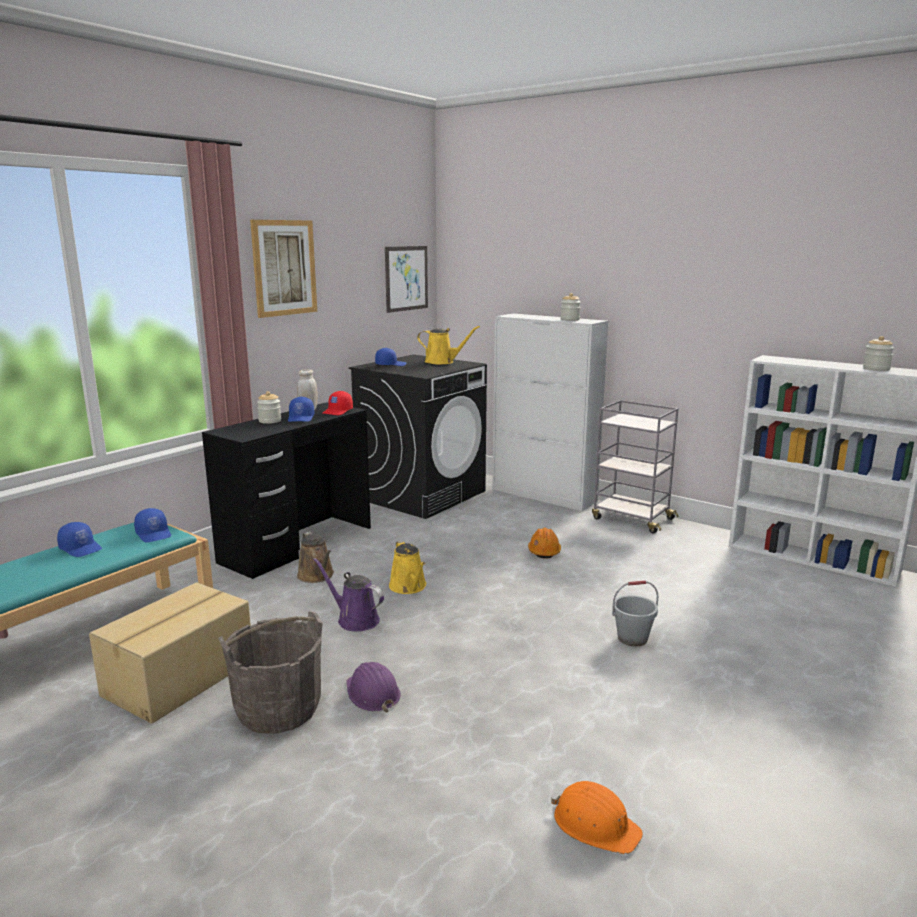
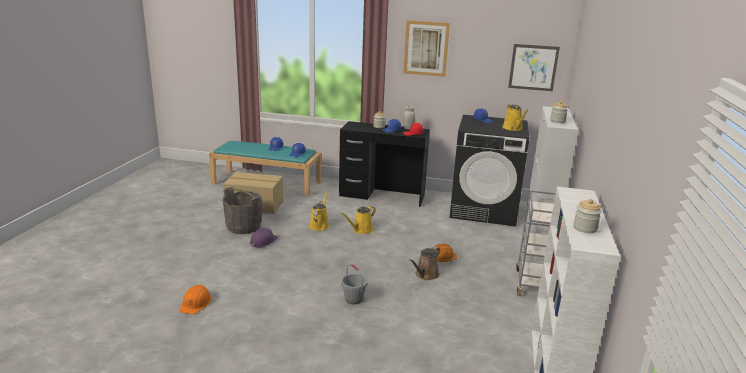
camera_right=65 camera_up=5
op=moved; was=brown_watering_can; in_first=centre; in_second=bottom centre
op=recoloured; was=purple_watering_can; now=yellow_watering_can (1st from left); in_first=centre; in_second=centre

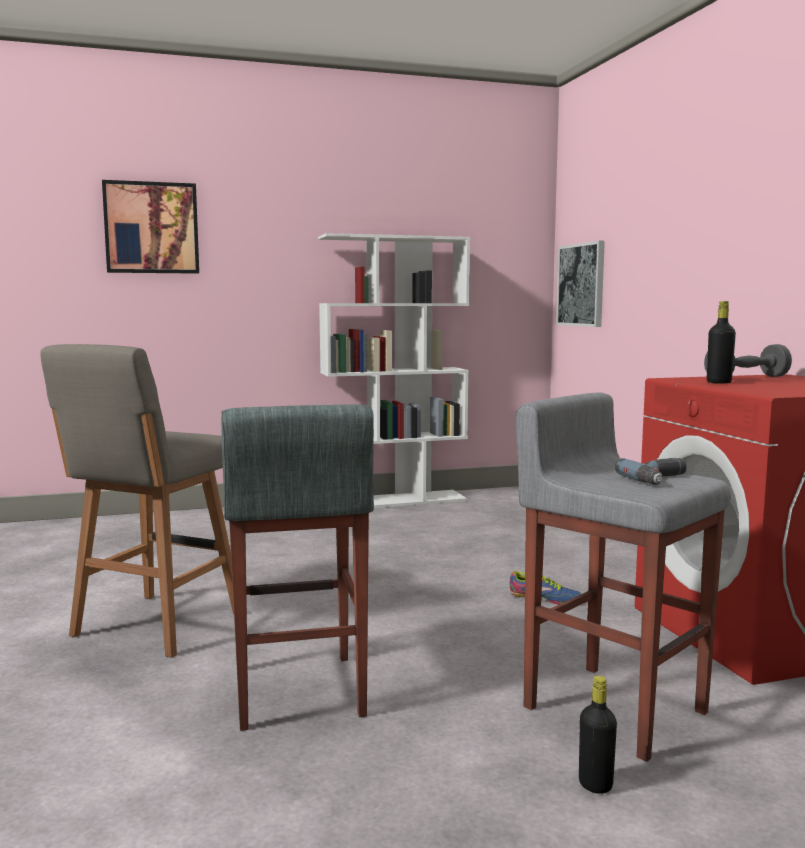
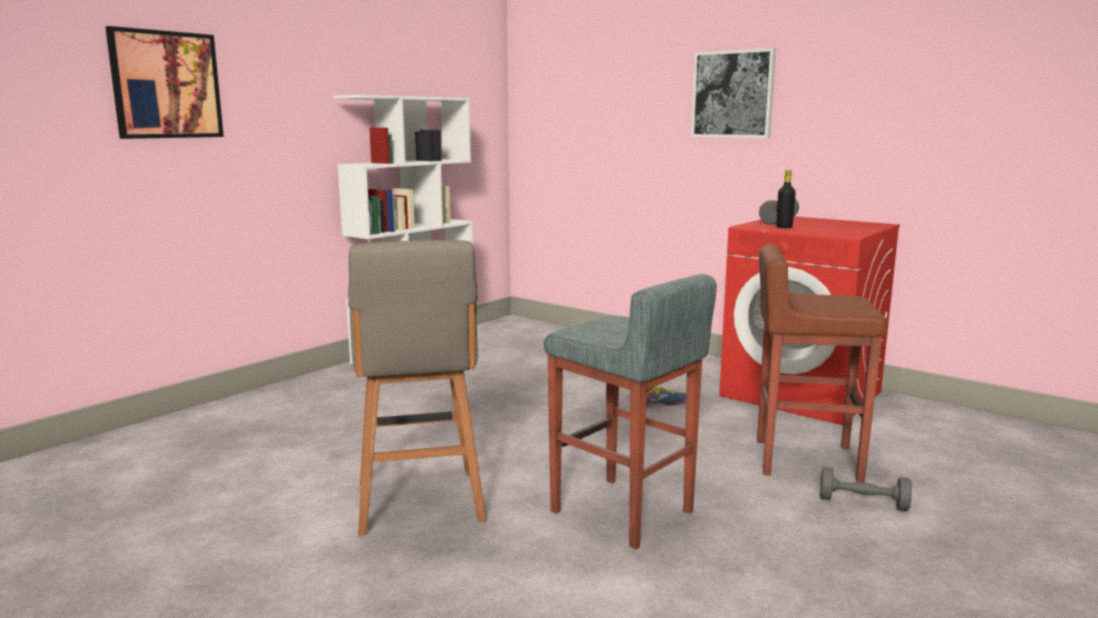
camera_right=-35 camera_up=5
op=moved; was=picture (2nd from left); in_first=middle right; in_second=top right
op=recoloured; was=grey_stool (3rd from left); now=brown_stool; in_first=bottom right; in_second=middle right
op=removed; was=power_drill; in_first=middle right
op=replaced; was=black_bottle (1st from left); now=grey_dumbbell (2nd from left); in_first=bottom right; in_second=bottom right

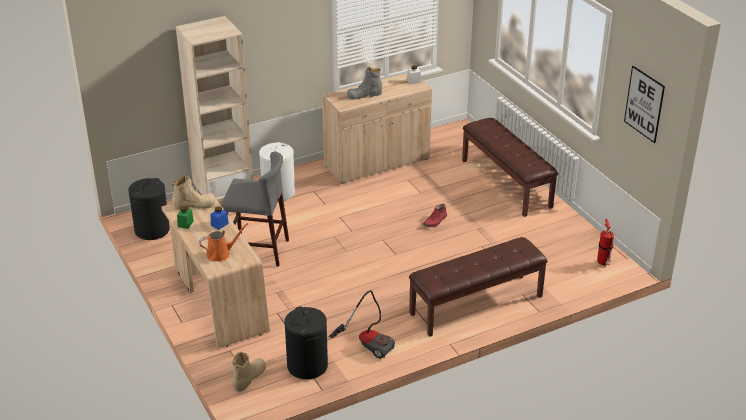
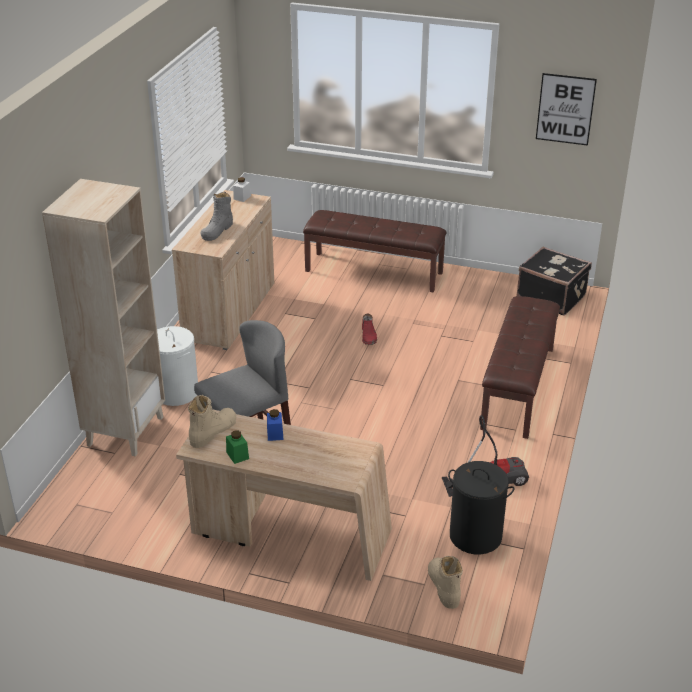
camera_right=-45 camera_up=0
op=removed; was=black_laundry_basket (1st from left); in_first=middle left
op=replaced; was=fire_extinguisher; now=black_suitcase; in_first=middle right; in_second=middle right
op=removed; was=orange_watering_can; in_first=middle left

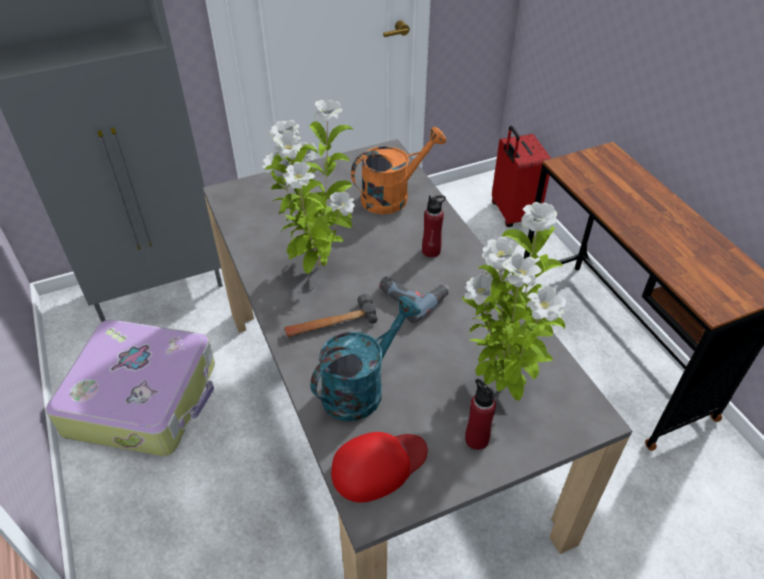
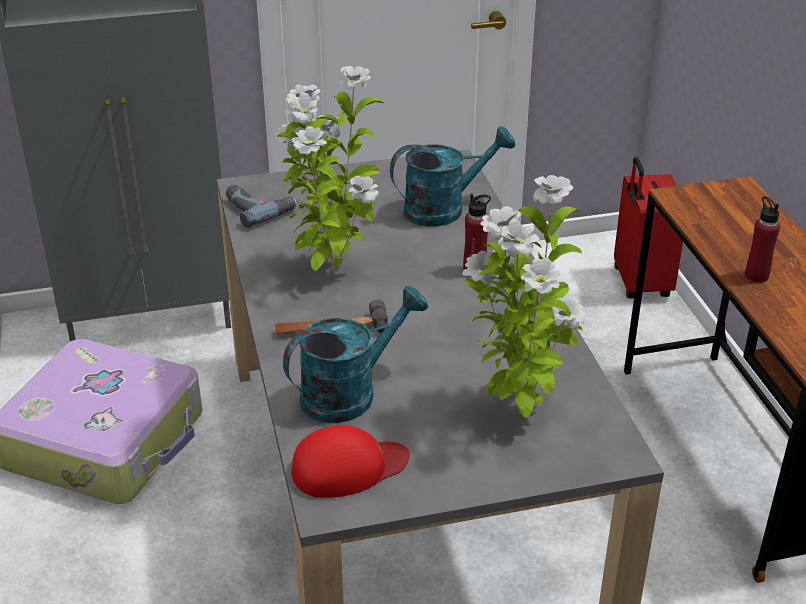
camera_right=10 camera_up=-10
op=recoloured; was=orange_watering_can; now=turquoise_watering_can (2nd from left); in_first=top centre; in_second=top centre
op=moved; was=power_drill; in_first=centre; in_second=middle left
op=moved; was=red_bottle (2nd from left); in_first=bottom centre; in_second=middle right

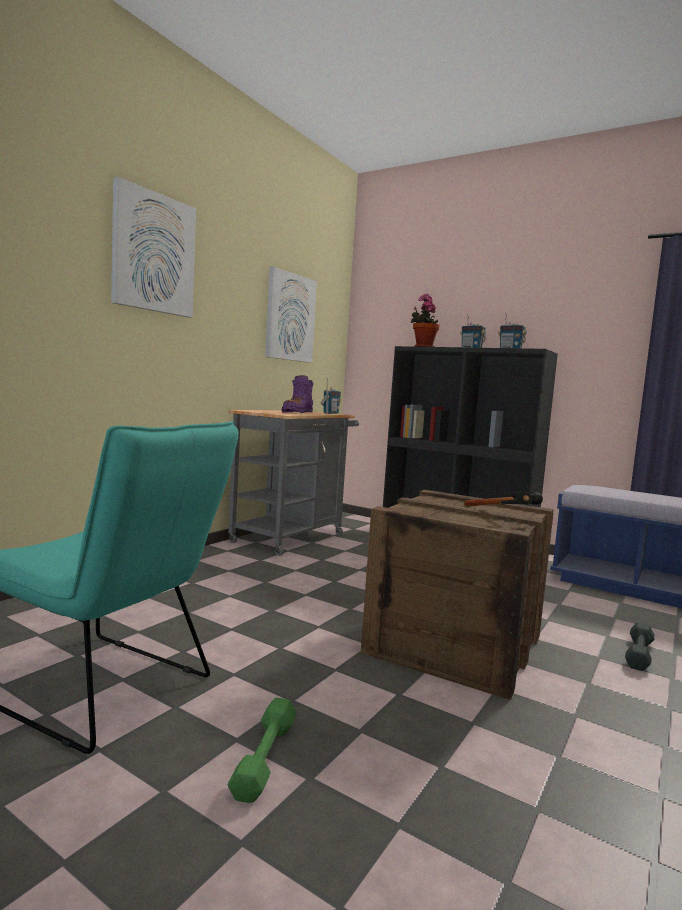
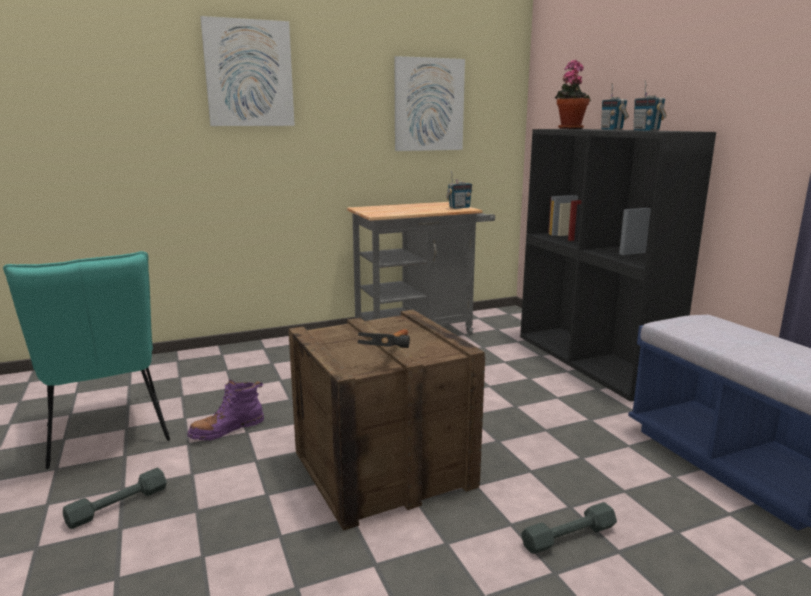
camera_right=35 camera_up=10
op=moved; was=purple_boot; in_first=centre; in_second=bottom left
op=recoloured; was=green_dumbbell; now=grey_dumbbell (1st from left); in_first=bottom centre; in_second=bottom left

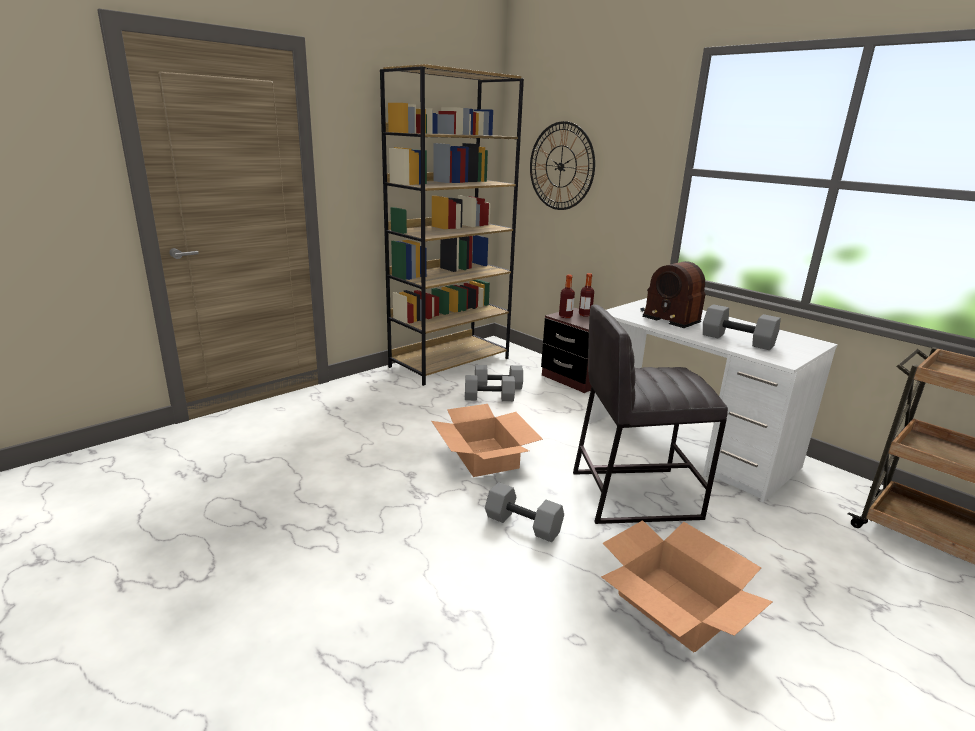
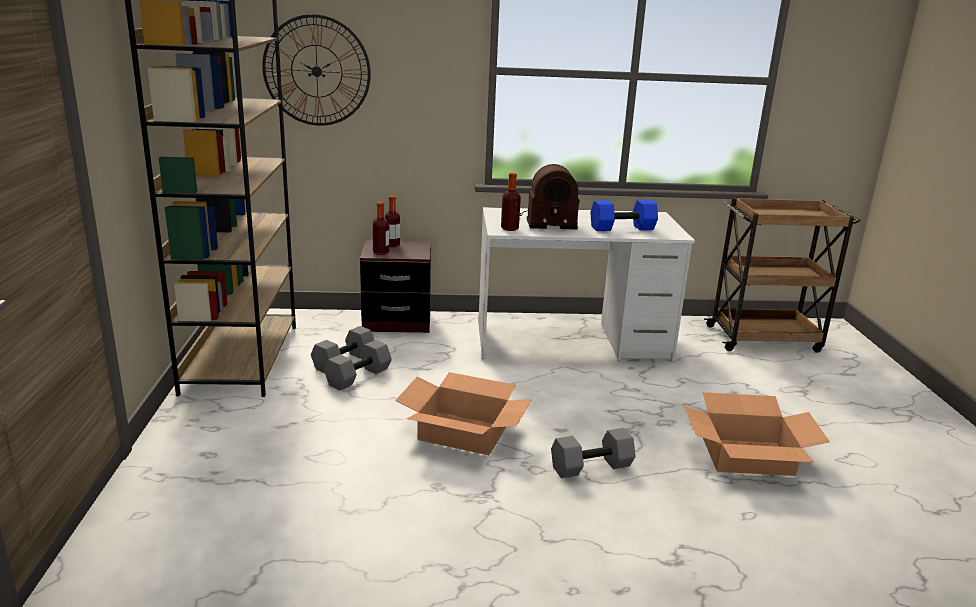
camera_right=-50 camera_up=0
op=recoloured; was=grey_dumbbell (4th from left); now=blue_dumbbell; in_first=middle right; in_second=centre
op=removed; was=grey_stool; in_first=middle right
op=added; now=bottle (3rd from left); in_second=top centre

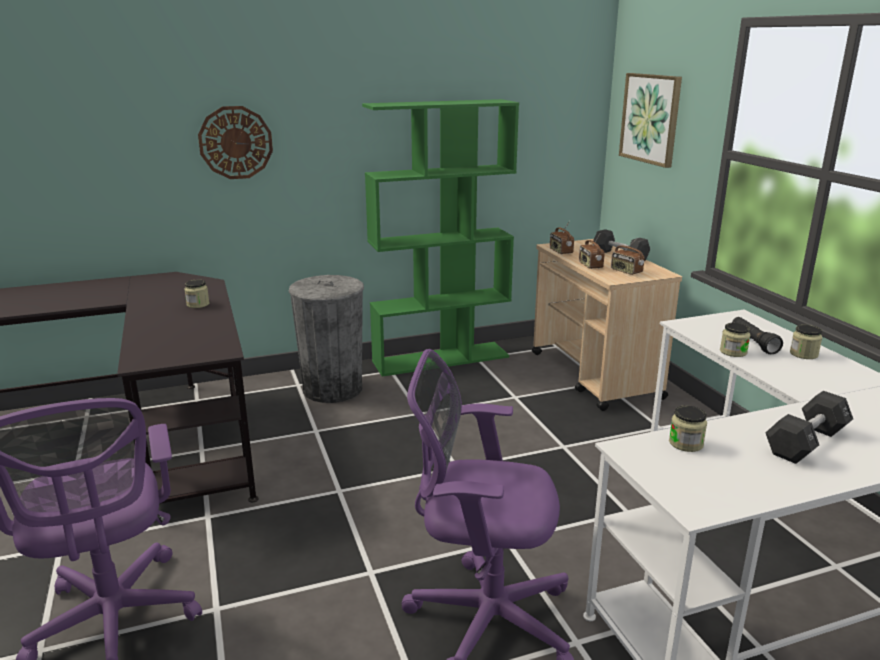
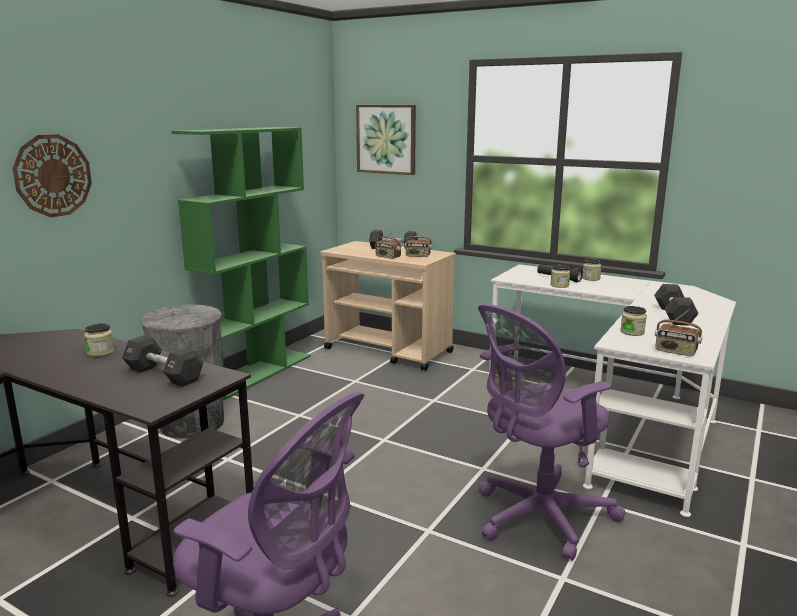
camera_right=-40 camera_up=-5
op=moved; was=radio (1st from left in the first image); now=radio (3rd from left); in_first=centre; in_second=middle right
op=added; now=black_dumbbell (1st from left); in_second=middle left

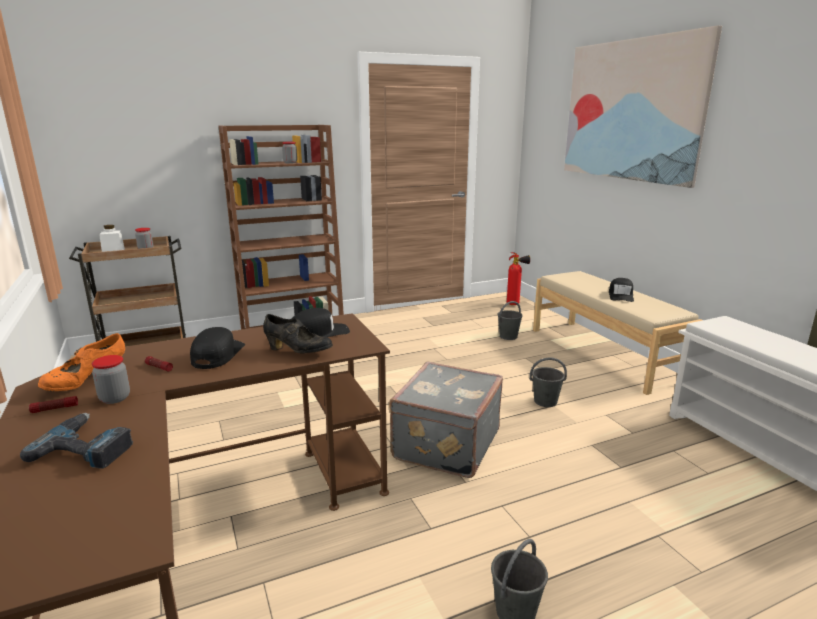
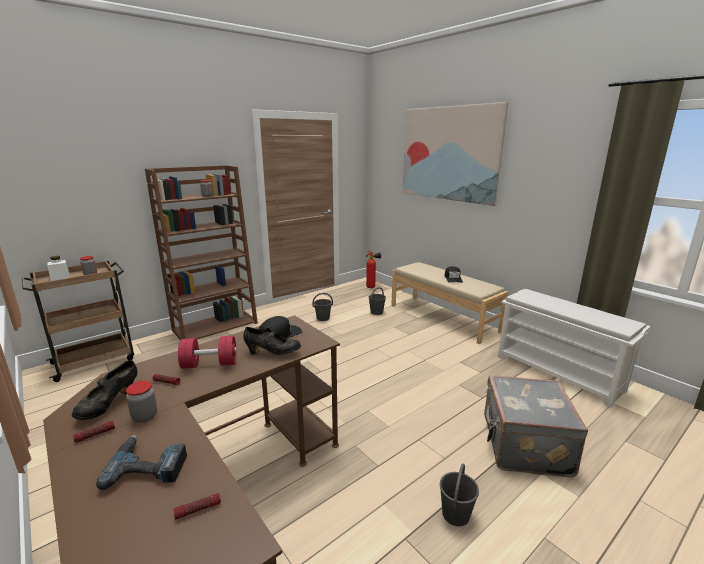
camera_right=-15 camera_up=0
op=replaced; was=black_cap (1st from left); now=red_dumbbell; in_first=middle left; in_second=middle left
op=recoloured; was=orange_shoe; now=black_shoe (1st from left); in_first=middle left; in_second=bottom left
op=moved; was=grey_bucket (3rd from left in the first image); now=grey_bucket (1st from left); in_first=middle right; in_second=centre
op=moved; was=grey_suitcase; in_first=bottom centre; in_second=bottom right
op=added; now=flashlight (3rd from left); in_second=bottom left

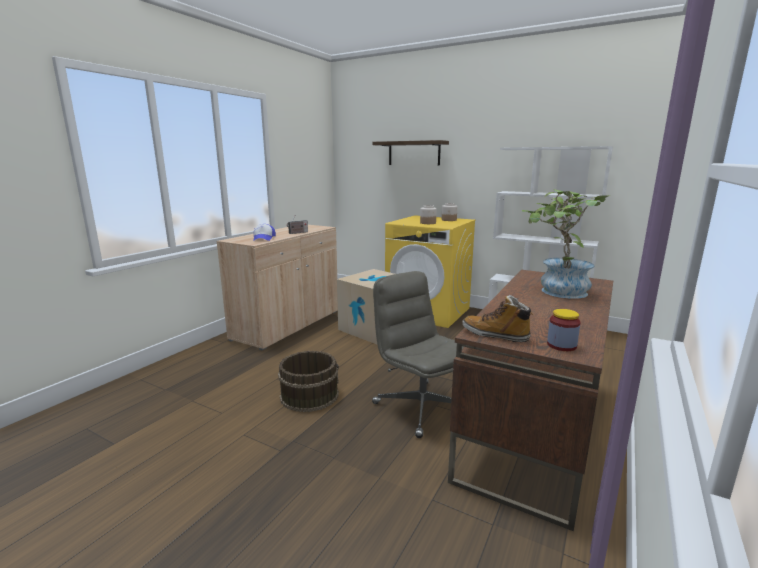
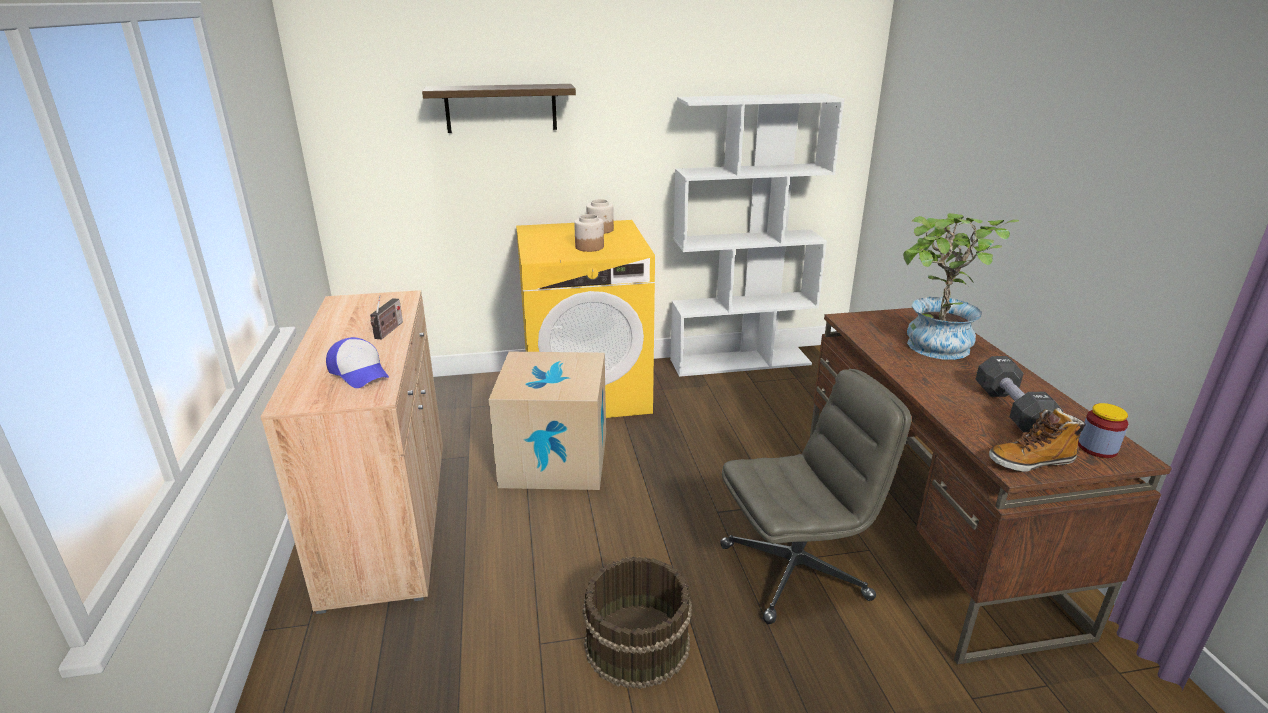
camera_right=-40 camera_up=10
op=turned; was=grey_office_chair; in_first=centre; in_second=bottom centre; clockwise=150
op=added; now=black_dumbbell; in_second=middle right

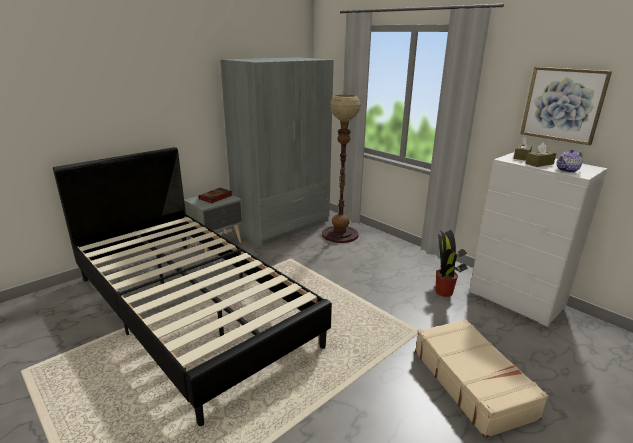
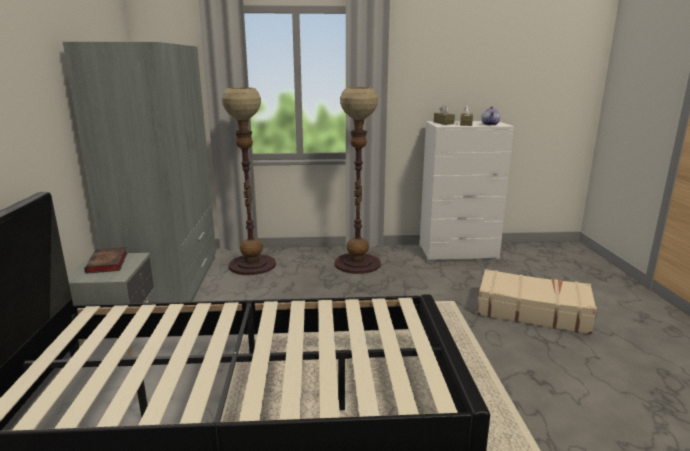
camera_right=-50 camera_up=-5
op=removed; was=picture; in_first=top right
op=removed; was=potted_plant; in_first=middle right
op=added; now=floor_lamp (2nd from left); in_second=centre

